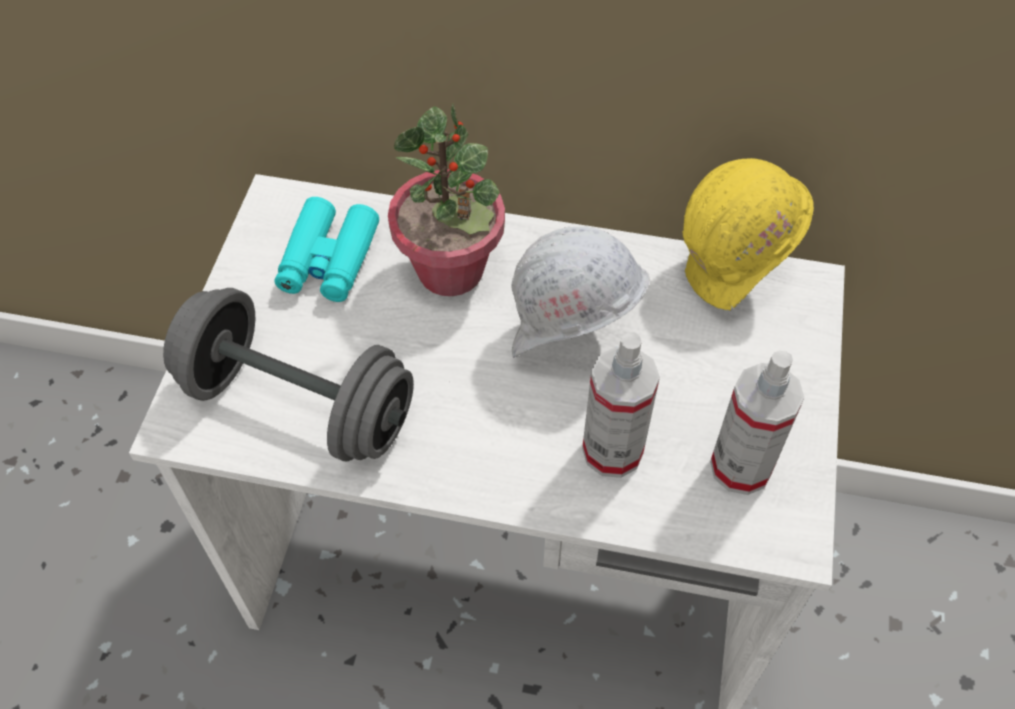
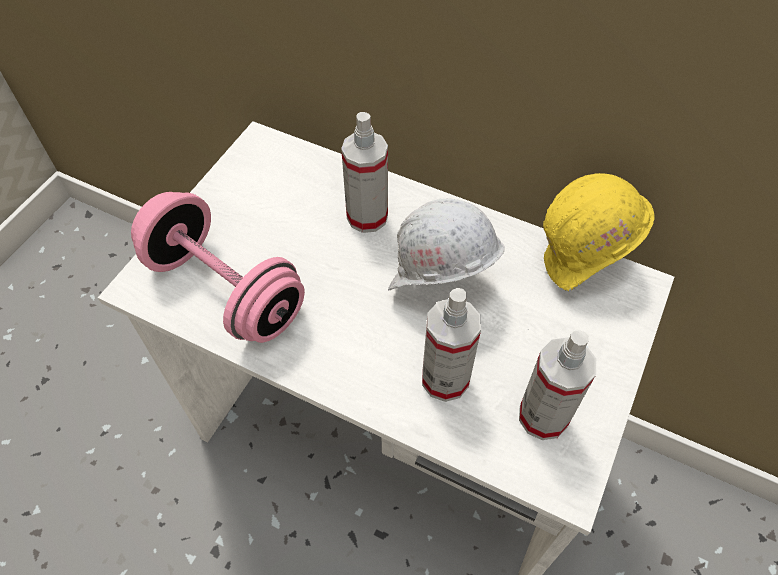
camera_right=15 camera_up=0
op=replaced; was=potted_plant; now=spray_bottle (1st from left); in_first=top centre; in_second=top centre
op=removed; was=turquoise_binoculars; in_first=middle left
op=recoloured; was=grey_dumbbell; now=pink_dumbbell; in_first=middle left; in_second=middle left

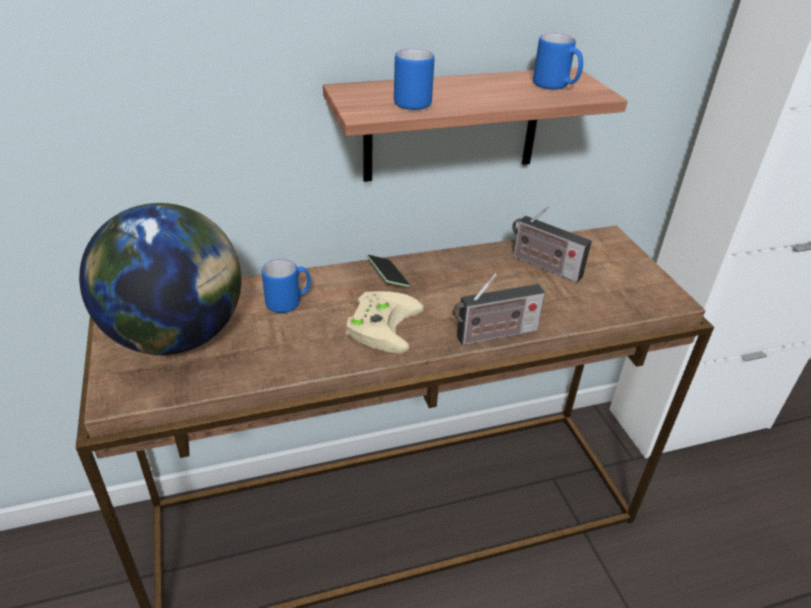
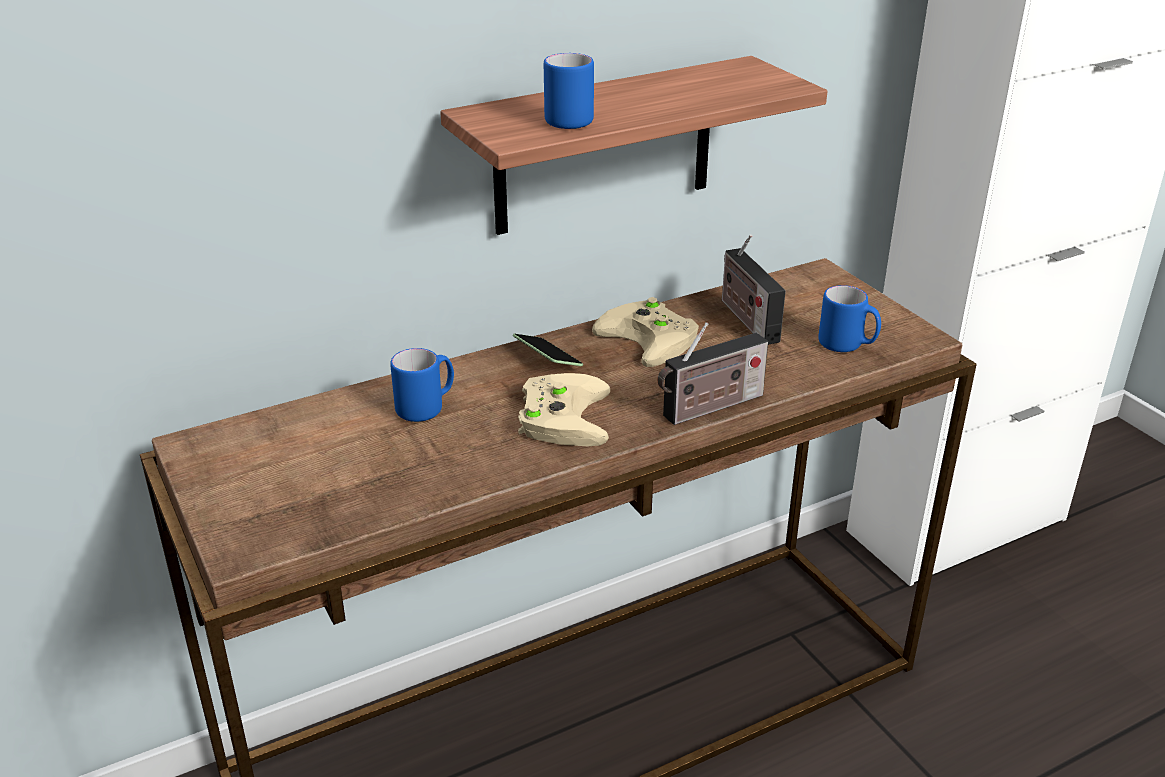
camera_right=-10 camera_up=-5
op=moved; was=blue_mug (3rd from left); in_first=top right; in_second=middle right
op=removed; was=globe; in_first=middle left
op=turned; was=radio (2nd from left); in_first=middle right; in_second=centre; clockwise=45
op=added; now=beige_game_controller (2nd from left); in_second=centre

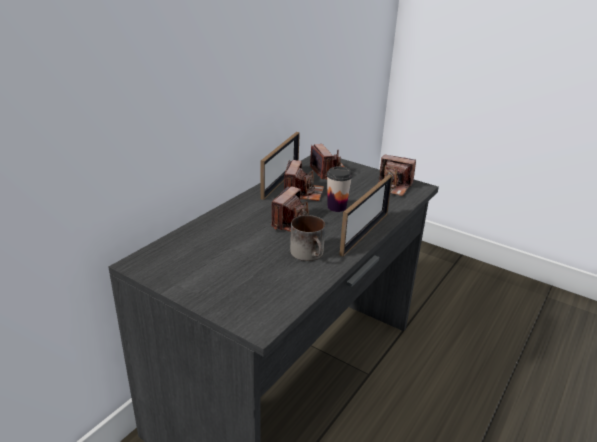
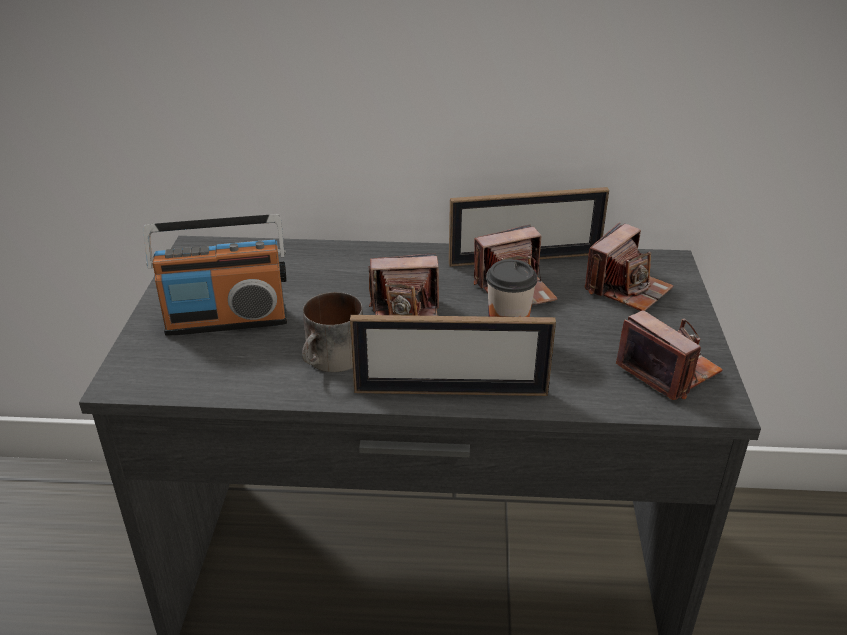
camera_right=60 camera_up=5
op=turned; was=photo_camera (4th from left); in_first=centre; in_second=middle right; clockwise=150
op=added; now=radio; in_second=middle left

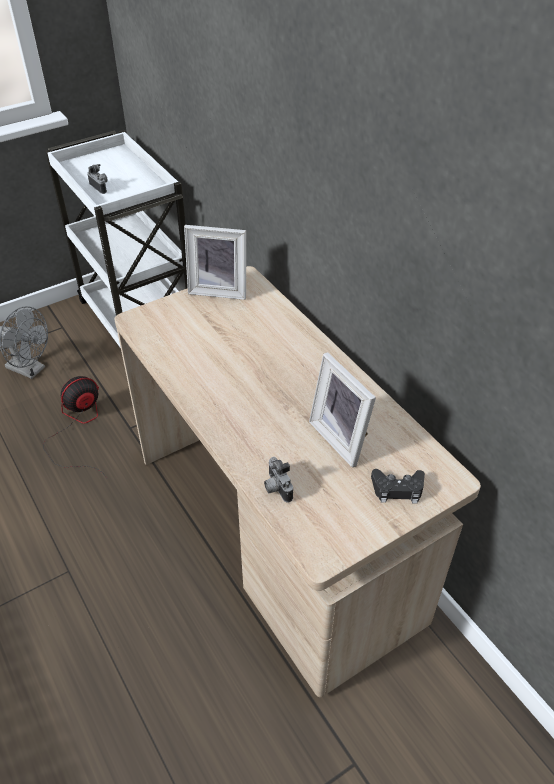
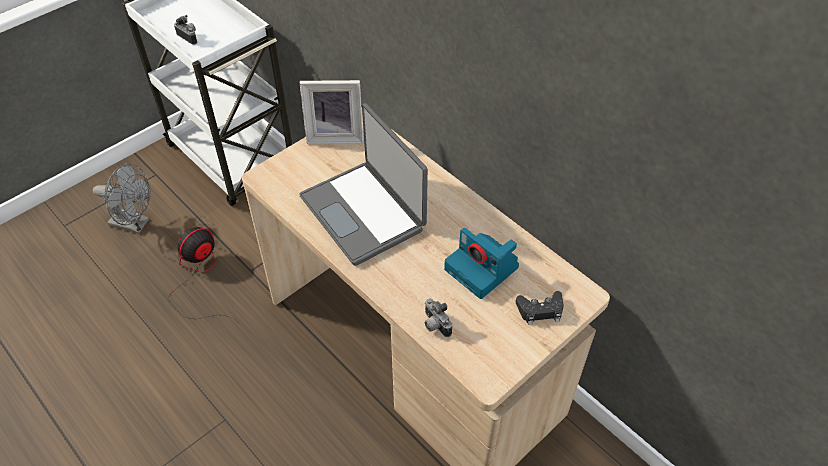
camera_right=-10 camera_up=5
op=replaced; was=picture_frame (2nd from left); now=photo_camera (3rd from left); in_first=centre; in_second=centre
op=added; now=laptop; in_second=centre

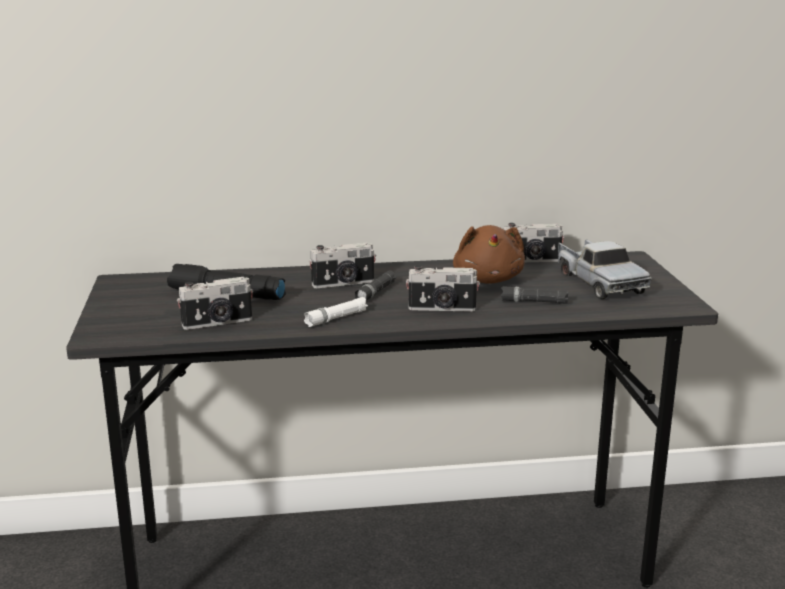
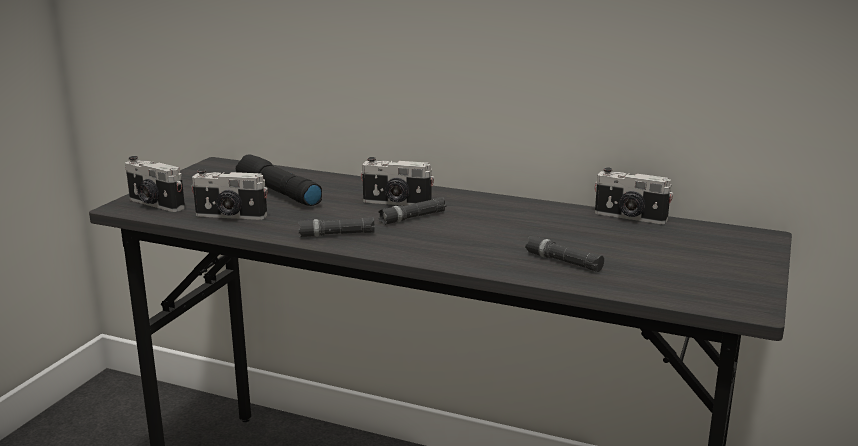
camera_right=30 camera_up=0
op=removed; was=brown_plush_toy; in_first=centre
op=removed; was=toy_truck; in_first=middle right
op=moved; was=photo_camera (3rd from left in the first image); now=photo_camera (1st from left); in_first=centre; in_second=middle left
op=recoloured; was=white_flashlight; now=black_flashlight (2nd from left); in_first=centre; in_second=centre

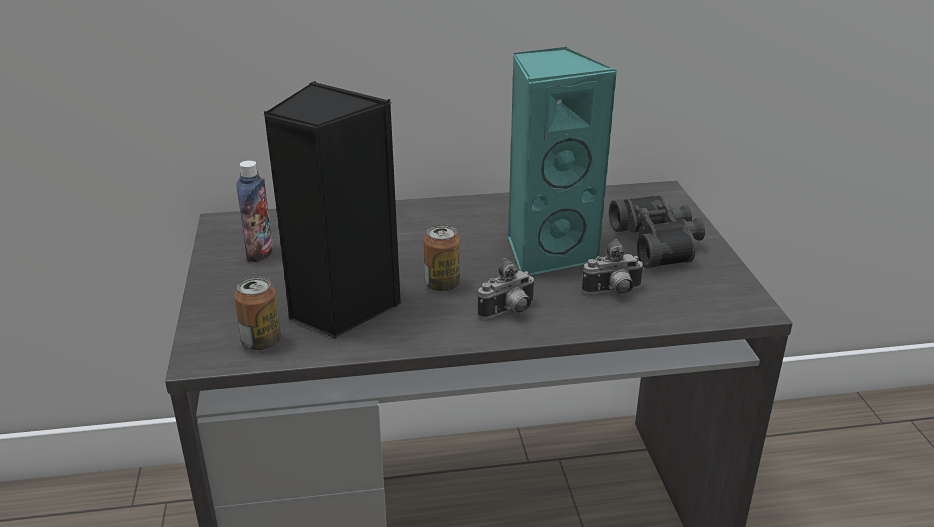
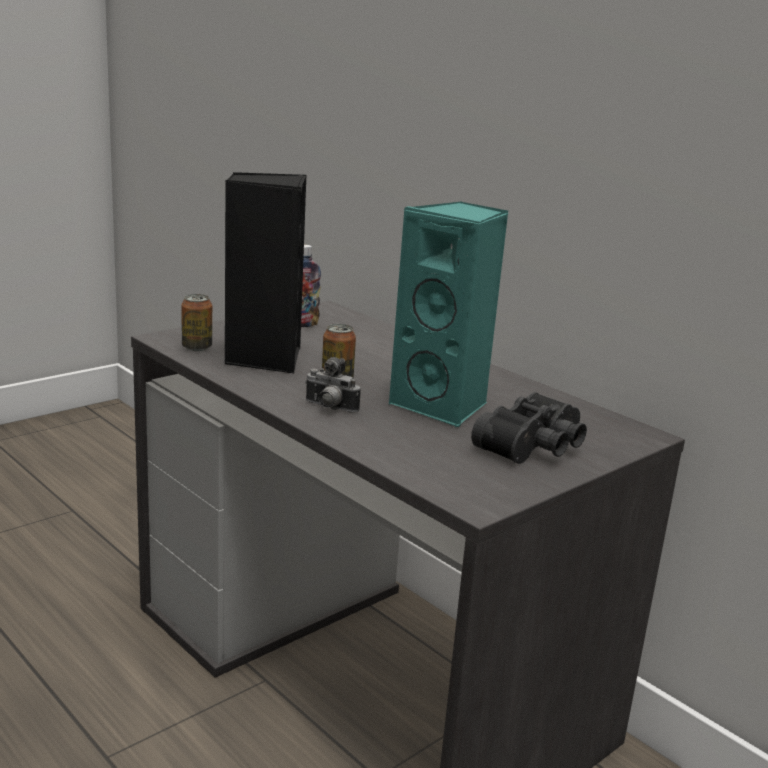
camera_right=55 camera_up=-10
op=removed; was=photo_camera (2nd from left); in_first=centre

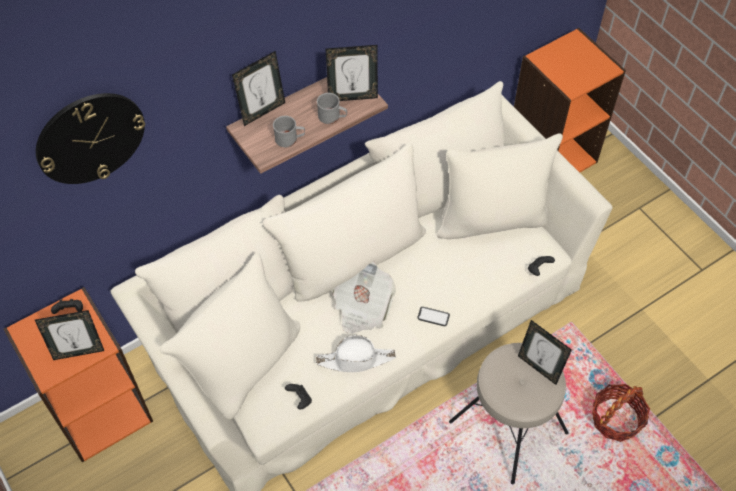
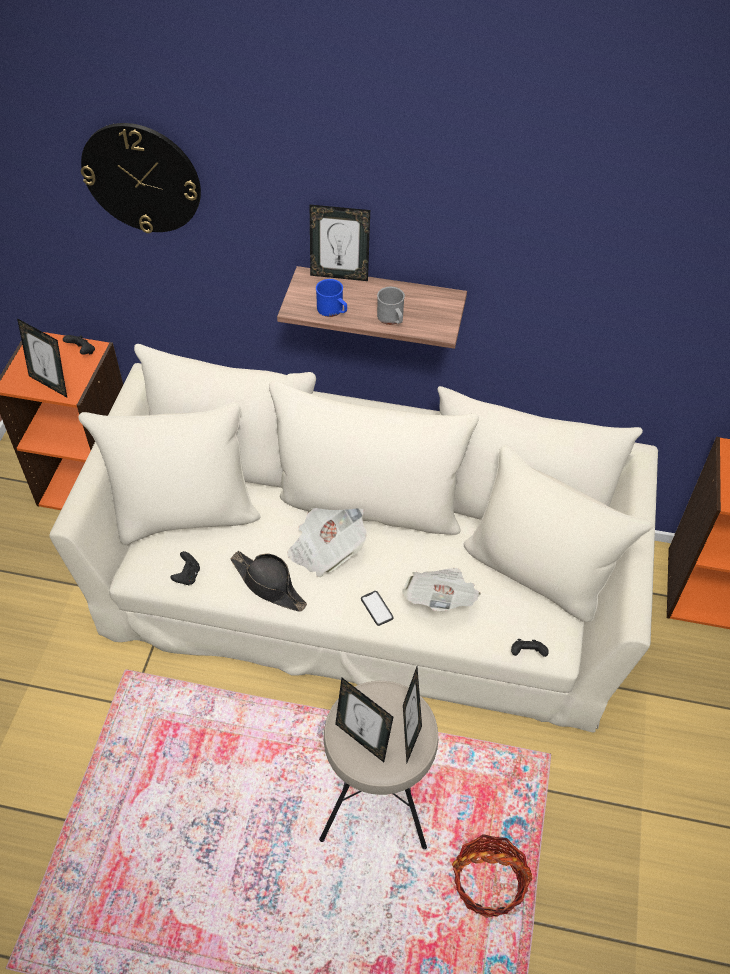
camera_right=45 camera_up=-5
op=moved; was=picture_frame (3rd from left); in_first=top centre; in_second=bottom centre
op=recoloured; was=grey_mug (1st from left); now=blue_mug; in_first=top centre; in_second=top centre
op=recoloured; was=white_hat; now=black_hat; in_first=bottom centre; in_second=centre
op=added; now=newspaper (2nd from left); in_second=centre

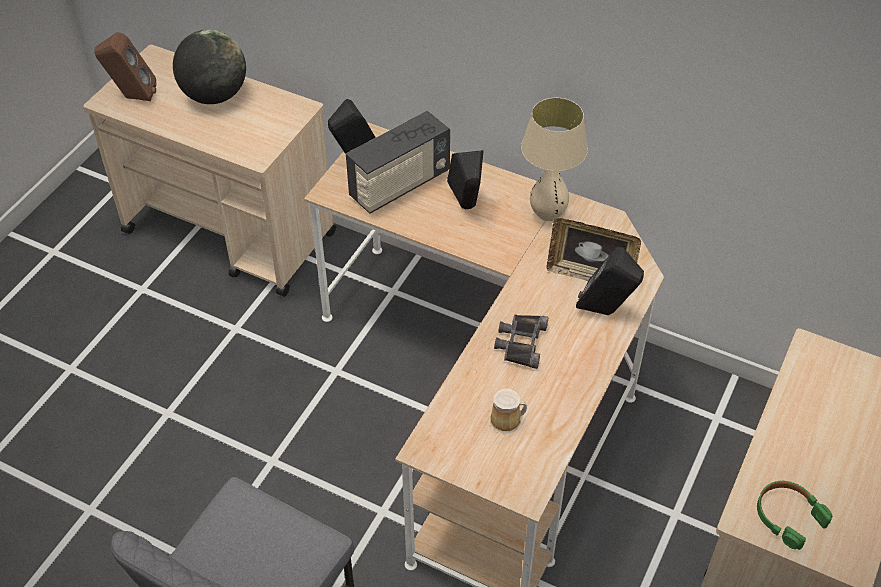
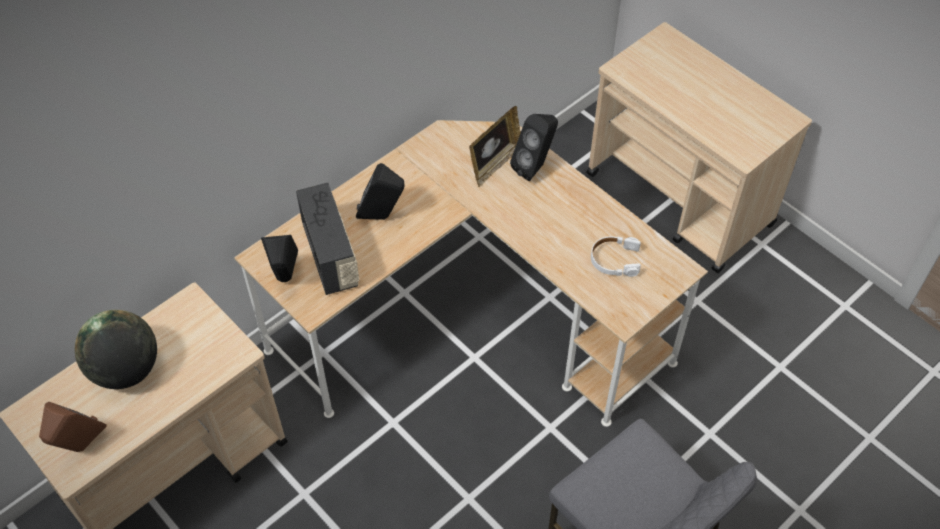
camera_right=-70 camera_up=5
op=removed; was=beige_table_lamp; in_first=top centre
op=removed; was=black_binoculars; in_first=centre
op=replaced; was=mug; now=white_headphones; in_first=bottom centre; in_second=centre
op=removed; was=green_headphones; in_first=bottom right

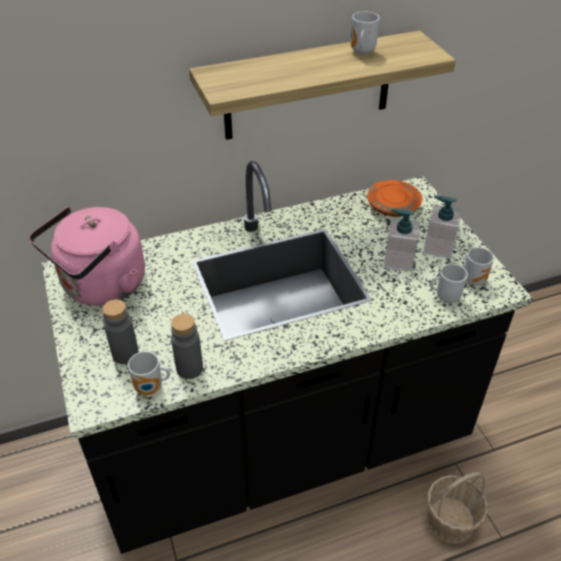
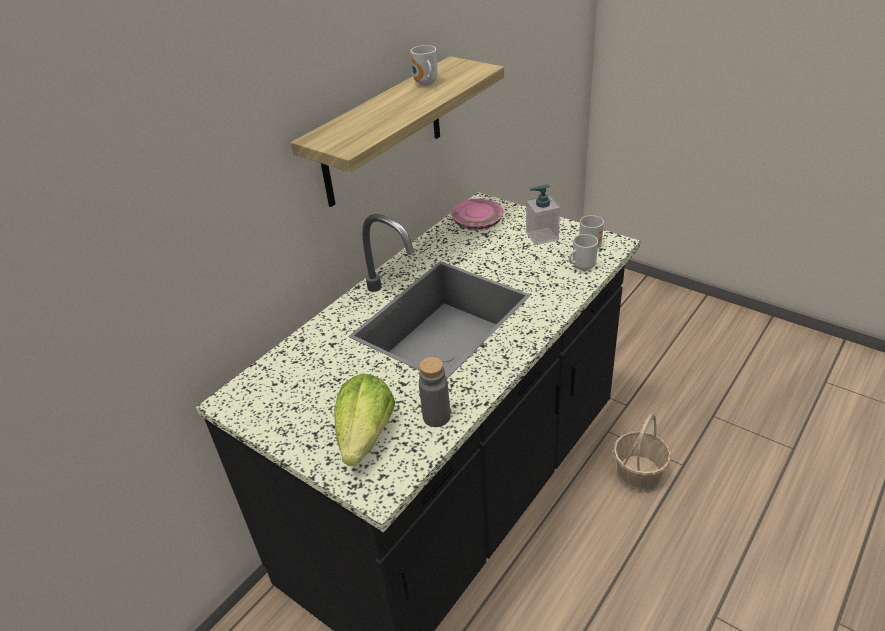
camera_right=-30 camera_up=-5
op=recoloured; was=orange_plate; now=pink_plate; in_first=middle right; in_second=centre
op=removed; was=pink_kettle; in_first=middle left
op=removed; was=soap_dispenser (1st from left); in_first=middle right
op=replaced; was=grey_bottle (1st from left); now=lettuce; in_first=middle left; in_second=centre
op=removed; was=mug (1st from left); in_first=middle left

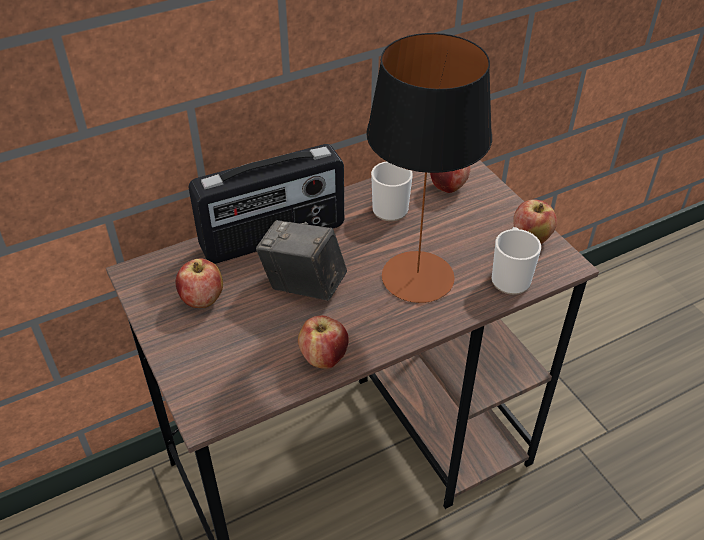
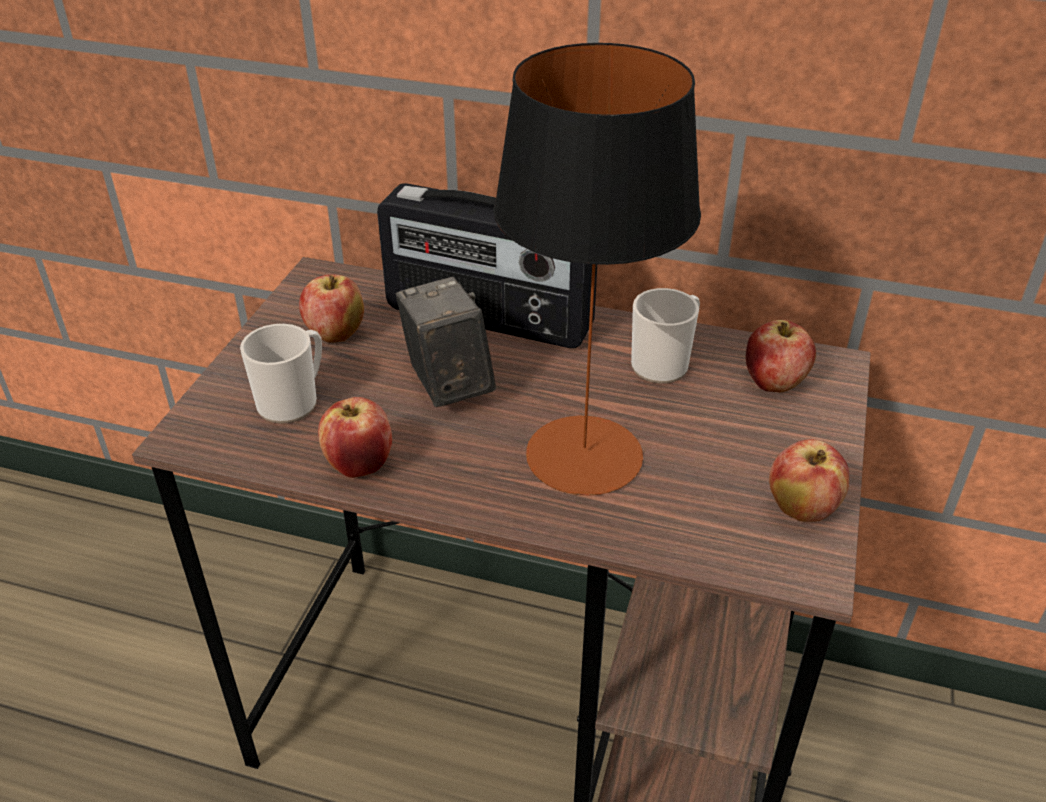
camera_right=45 camera_up=-5
op=moved; was=mug (2nd from left in the first image); now=mug (1st from left); in_first=middle right; in_second=middle left

